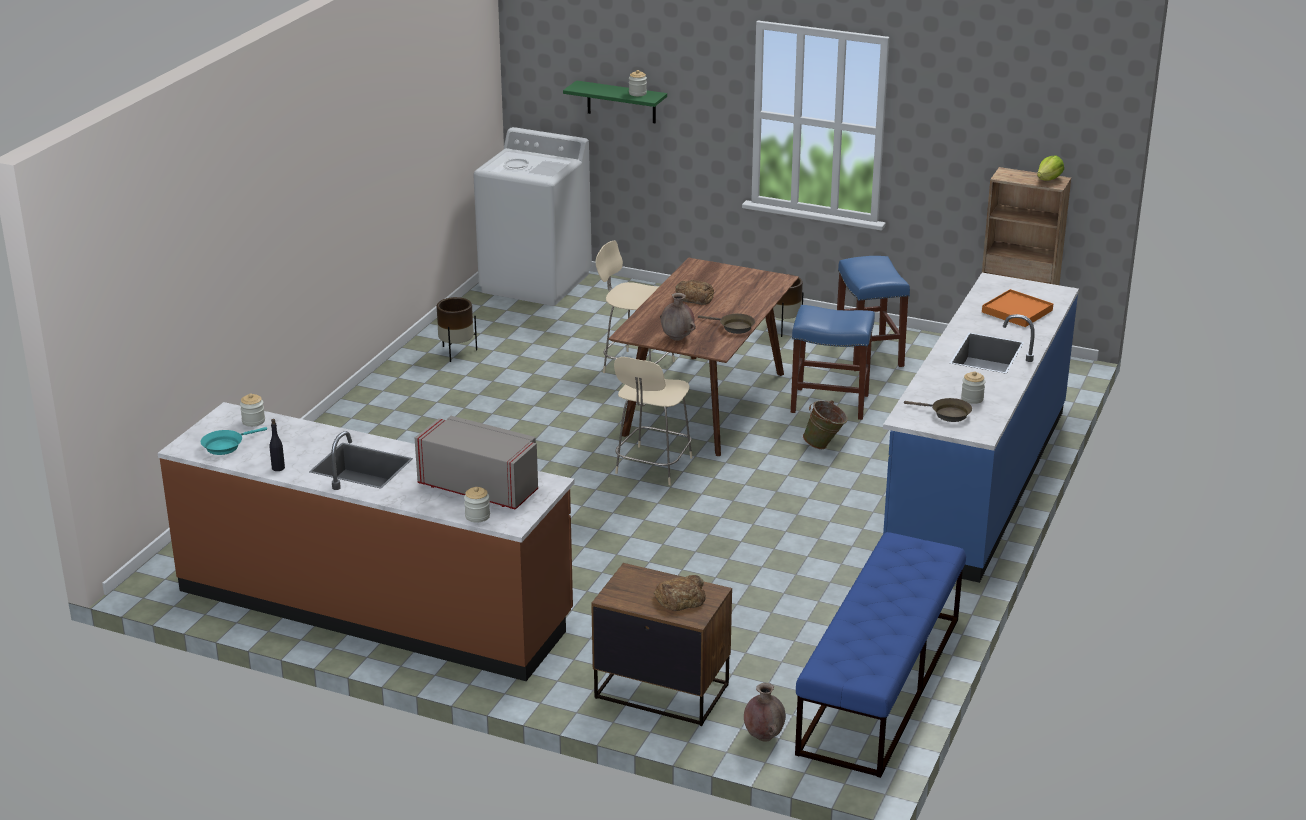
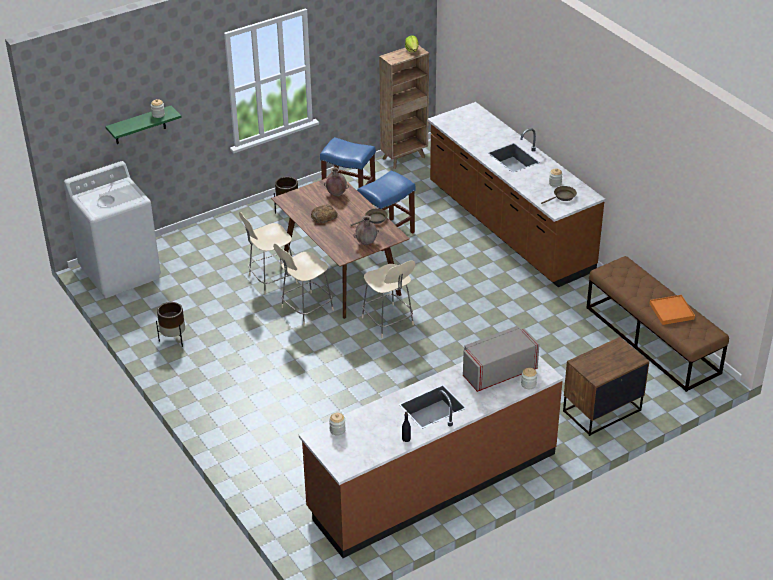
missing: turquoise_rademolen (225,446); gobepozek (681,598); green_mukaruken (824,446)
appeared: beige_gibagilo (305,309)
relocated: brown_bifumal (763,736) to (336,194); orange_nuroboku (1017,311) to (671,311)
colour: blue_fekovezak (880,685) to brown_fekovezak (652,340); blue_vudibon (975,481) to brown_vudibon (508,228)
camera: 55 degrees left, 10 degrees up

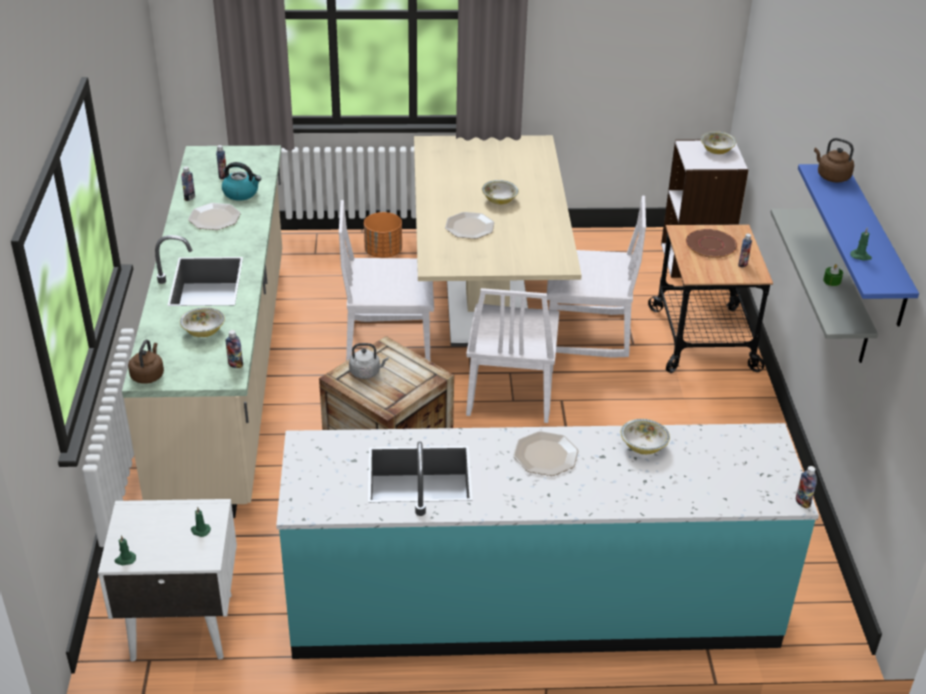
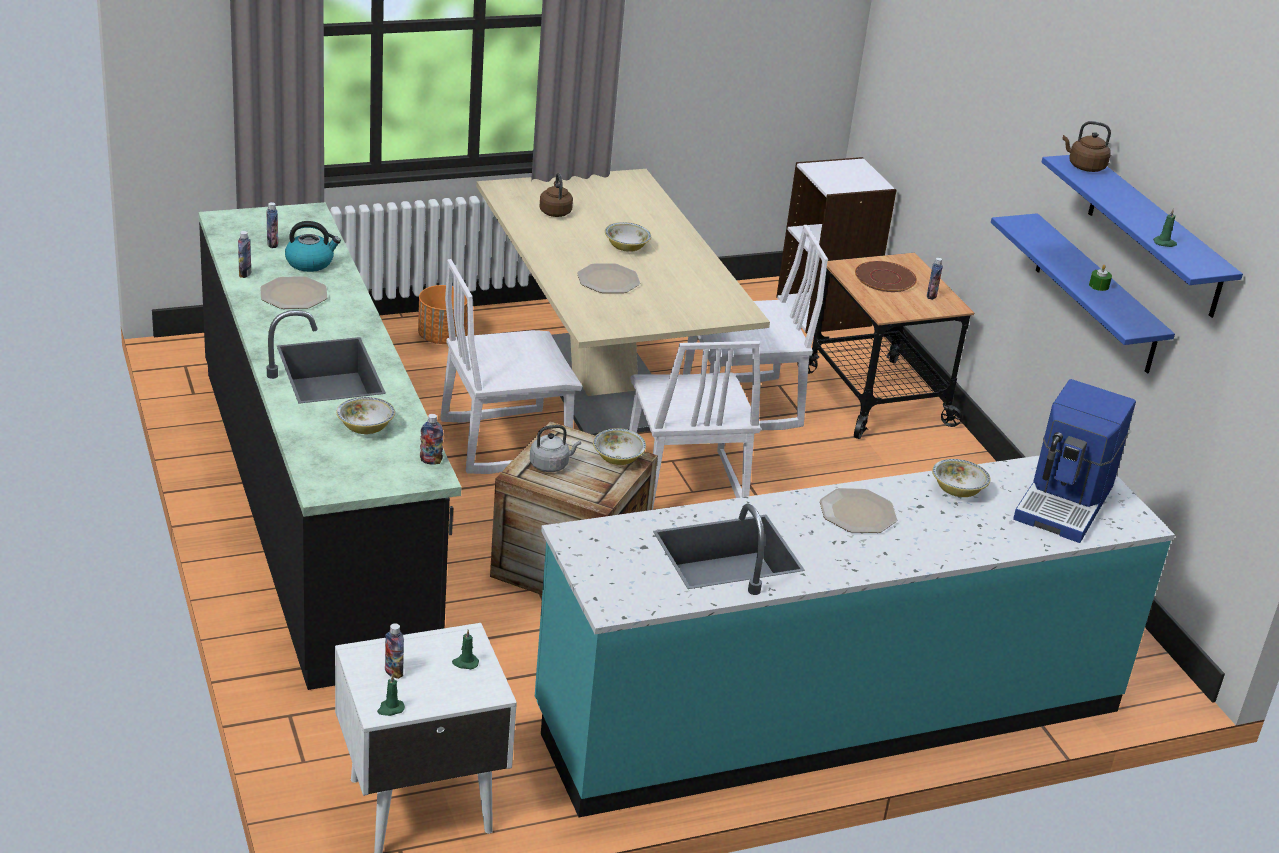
appeared: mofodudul (1066,502)
relocated: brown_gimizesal (148,375) to (555,211); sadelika (716,150) to (618,458); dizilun (802,502) to (393,672)
colour: beige_vudibon (227,375) to black_vudibon (317,505); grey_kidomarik (840,286) to blue_kidomarik (1096,295)
camera: 20 degrees left, 5 degrees down

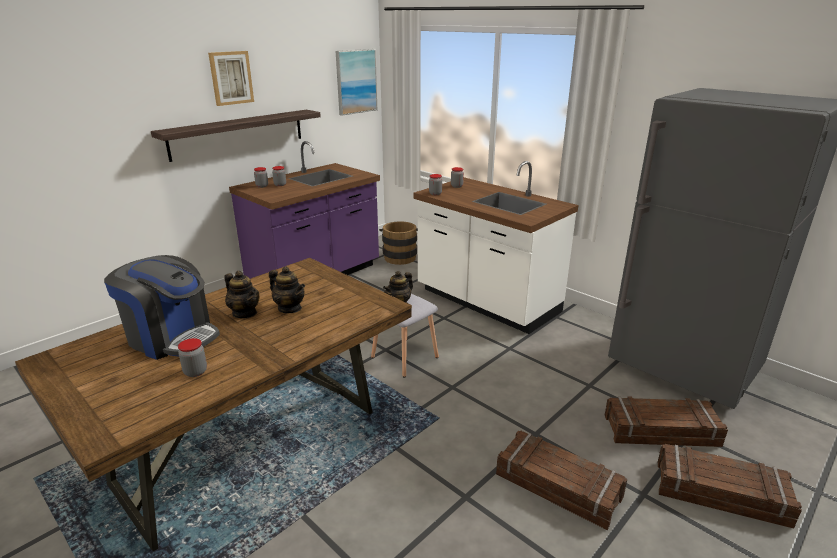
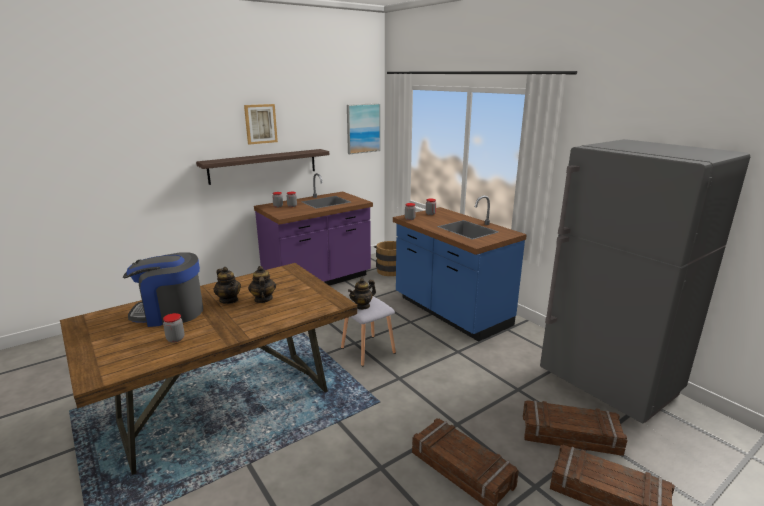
colour: white_vudibon (486,302) to blue_vudibon (450,312)
spun: mofodudul (172,337) = (170,313) 135 degrees clockwise; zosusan (290,308) = (263,299) 150 degrees counterclockwise
camera: 10 degrees right, 5 degrees down

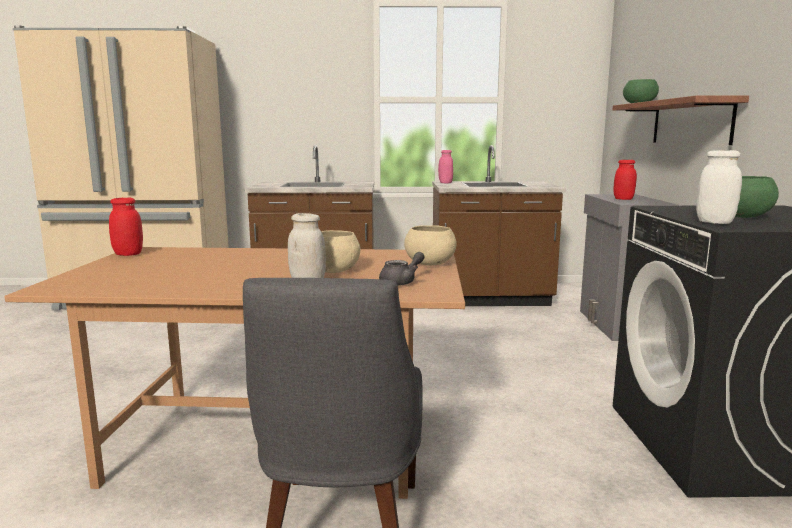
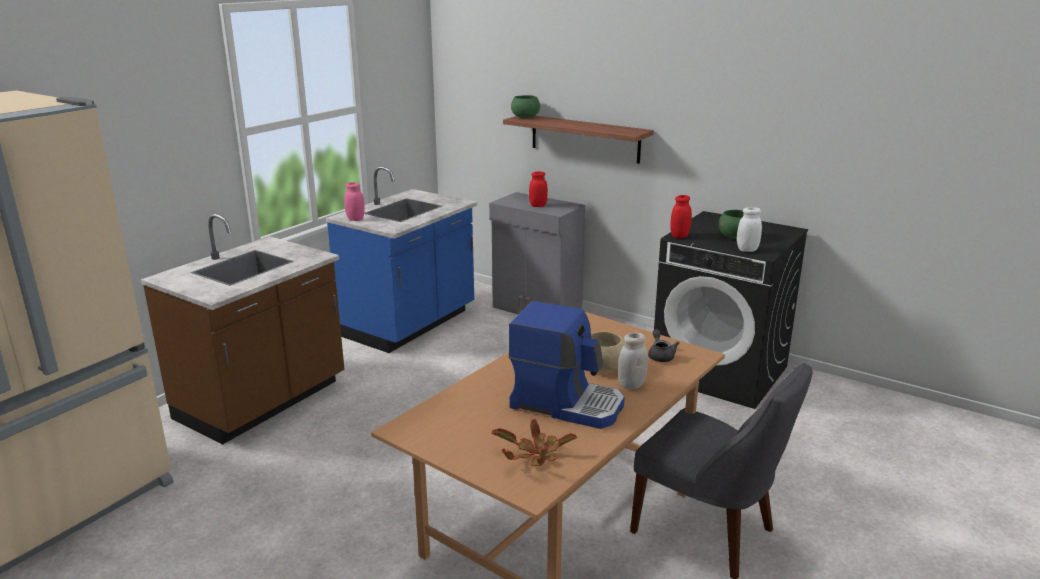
missing: beige_sadelika (429,264)
appeared: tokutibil (535,455); mofodudul (567,403)
relocated: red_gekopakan (128,254) to (679,236)
colour: brown_vudibon (490,299) to blue_vudibon (410,324)
camera: 55 degrees left, 10 degrees up

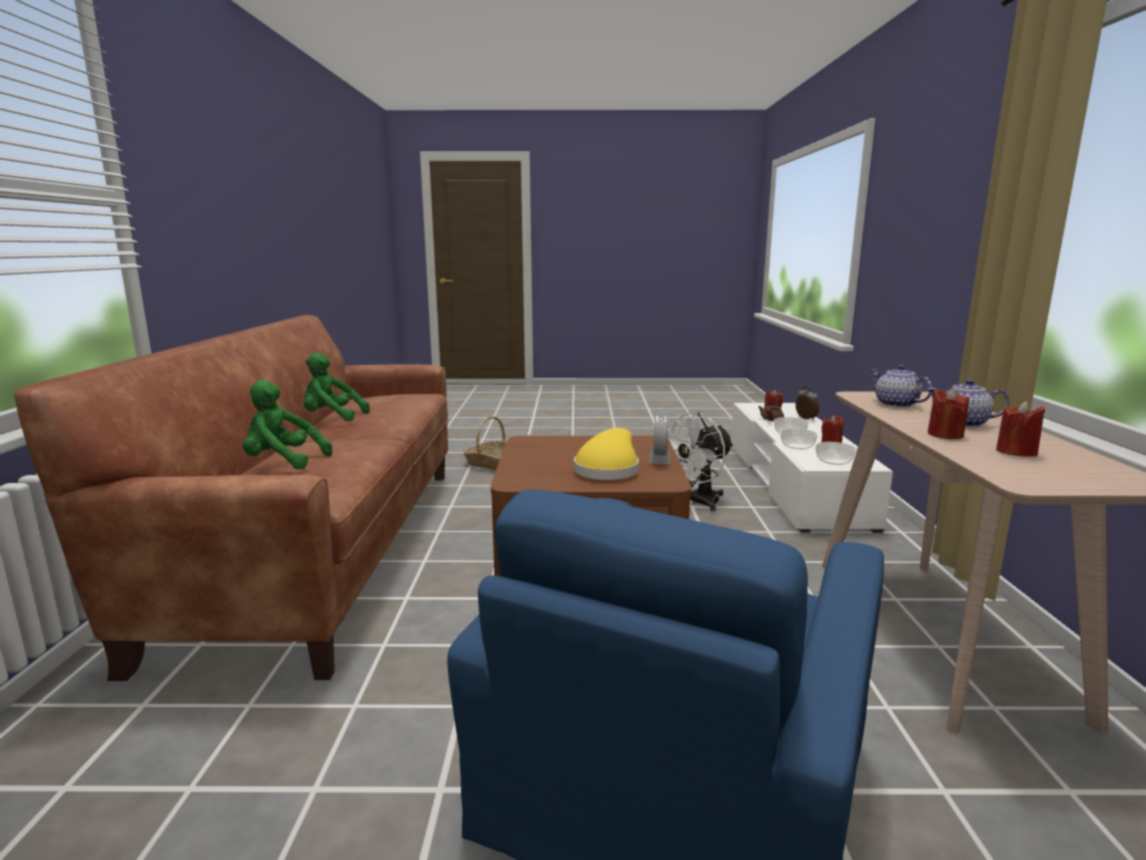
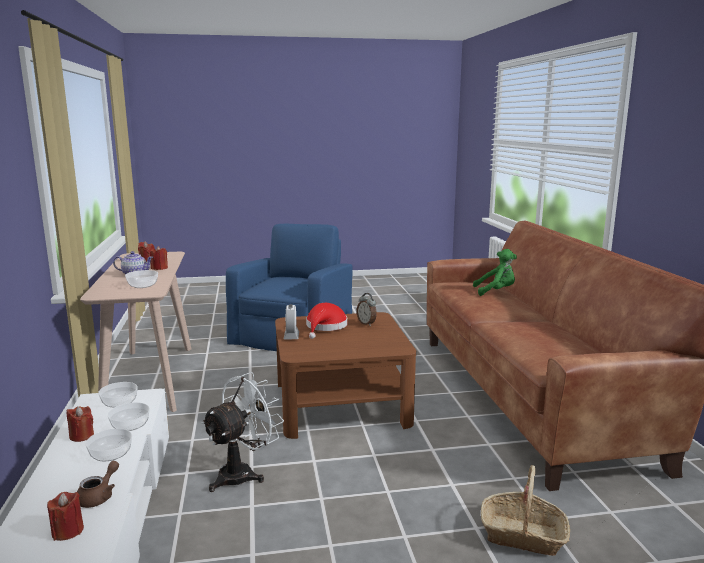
missing: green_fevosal (332,417)
relocated: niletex (805,419) to (367,323)
exchanged: zosusan (896,404) to sadelika (143,285)
colour: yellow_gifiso (608,470) to red_gifiso (325,327)
camera: 170 degrees right, 0 degrees up

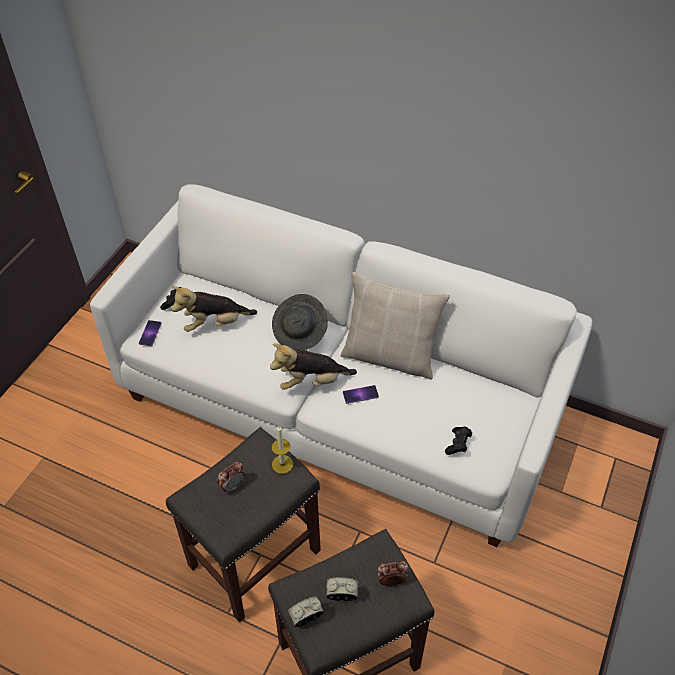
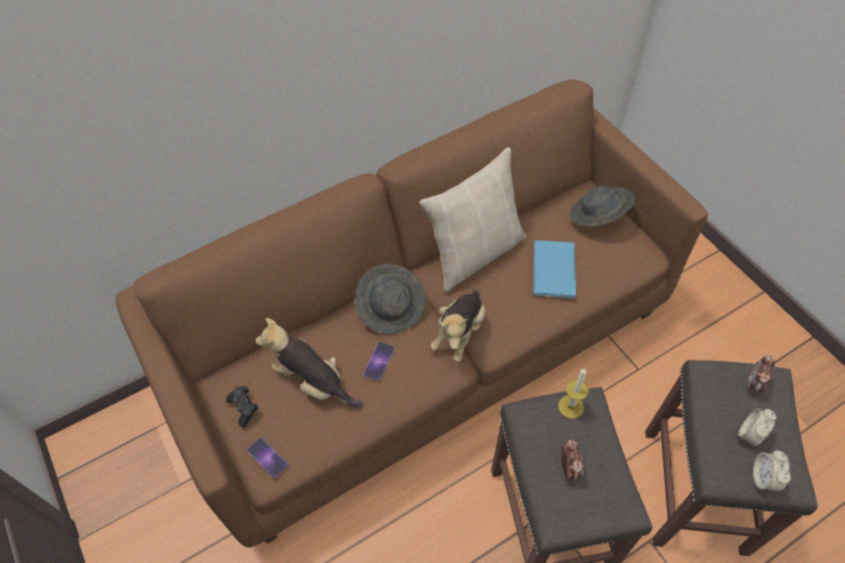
missing: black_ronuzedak (458,444)
appeared: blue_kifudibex (555,268); grey_gifiso (598,217)
relocated: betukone (360,394) to (379,361)
colour: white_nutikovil (338,404) to brown_nutikovil (424,348)
spun: fevosal (215,323) = (313,381) 105 degrees clockwise
camera: 55 degrees left, 5 degrees up

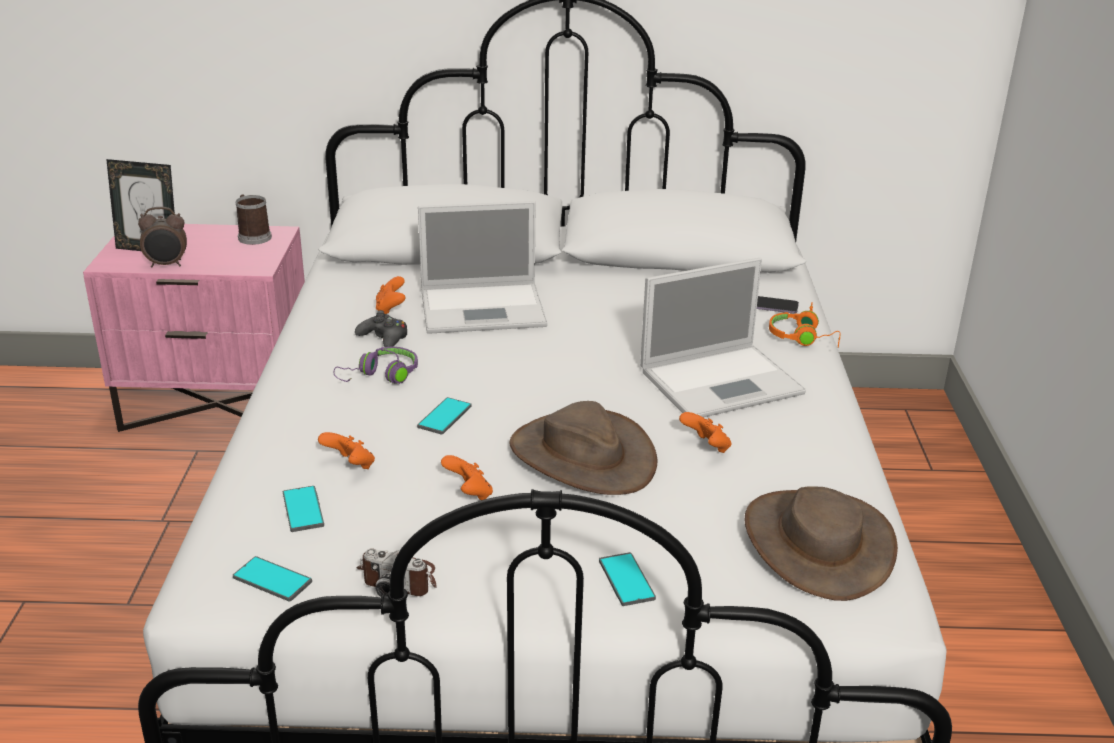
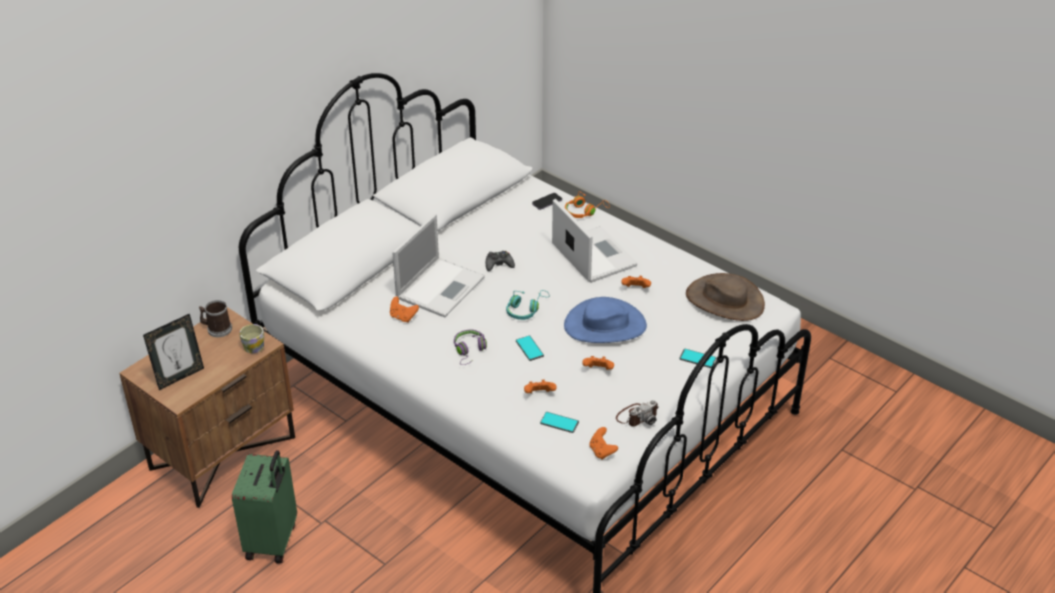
missing: niletex (167,265)
appeared: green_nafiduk (273,541); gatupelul (253,345); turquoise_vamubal (526,309)
relocated: black_ronuzedak (384,337) to (499,264)
exchanged: betukone (272,580) to orange_ronuzedak (602,451)
colour: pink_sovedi (219,404) to brown_sovedi (222,452); brown_gifiso (582,456) to blue_gifiso (605,325)
spun: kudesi (723,381) = (592,255) 45 degrees counterclockwise
camera: 50 degrees left, 10 degrees up

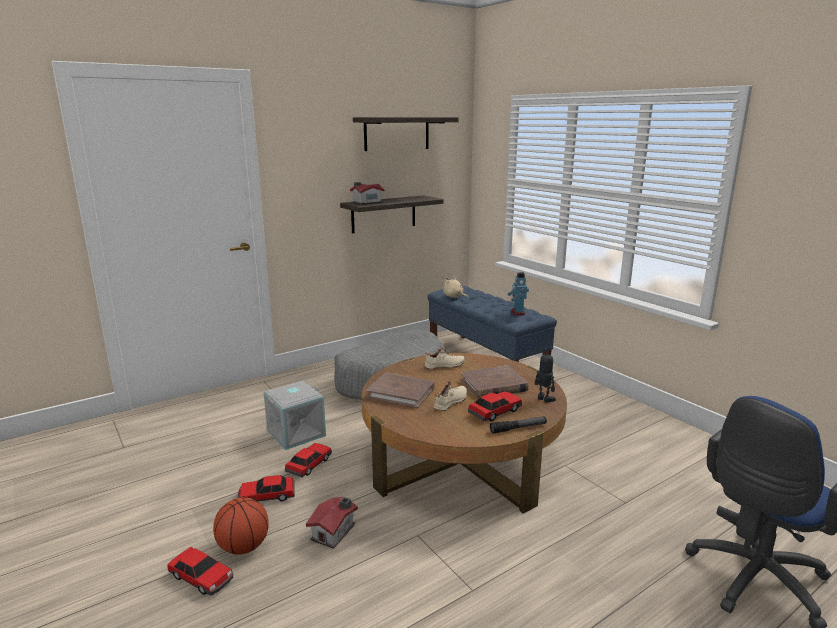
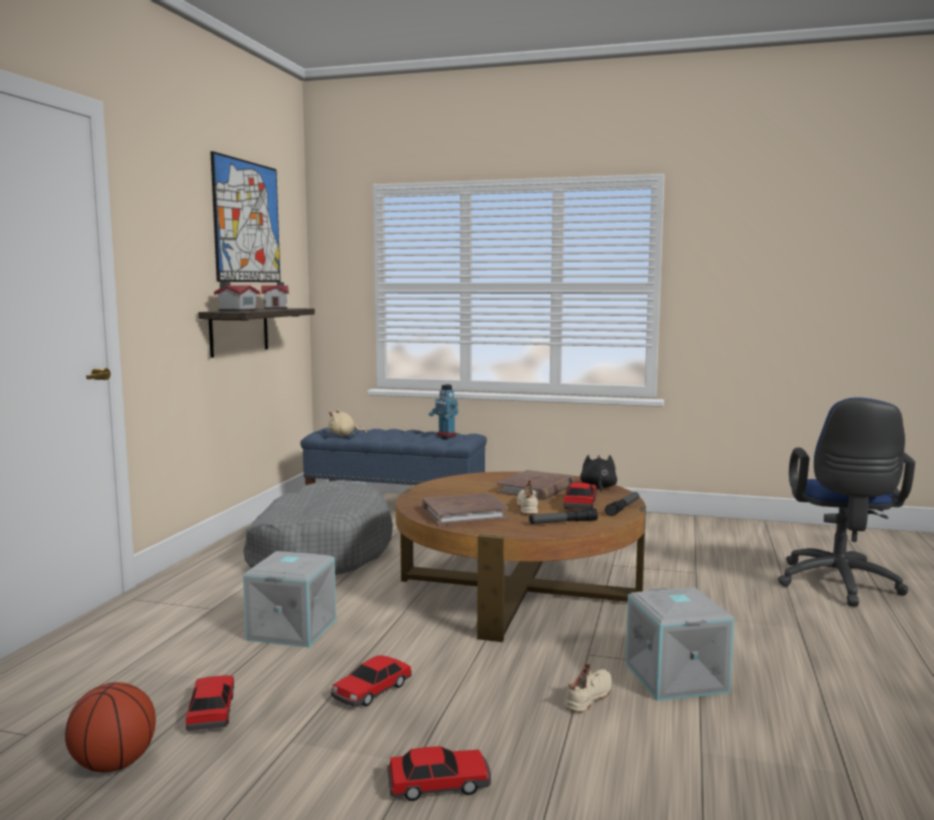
appeared: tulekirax (563,522); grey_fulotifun (678,678)
relocated: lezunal (243,547) to (114,765); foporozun (309,464) to (211,711); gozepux (335,532) to (276,308); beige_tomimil (445,366) to (590,698)
exchanged: kidomarik (397,133) to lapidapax (247,222); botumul (544,399) to black_fevosal (598,488)
camera: 40 degrees left, 10 degrees down

